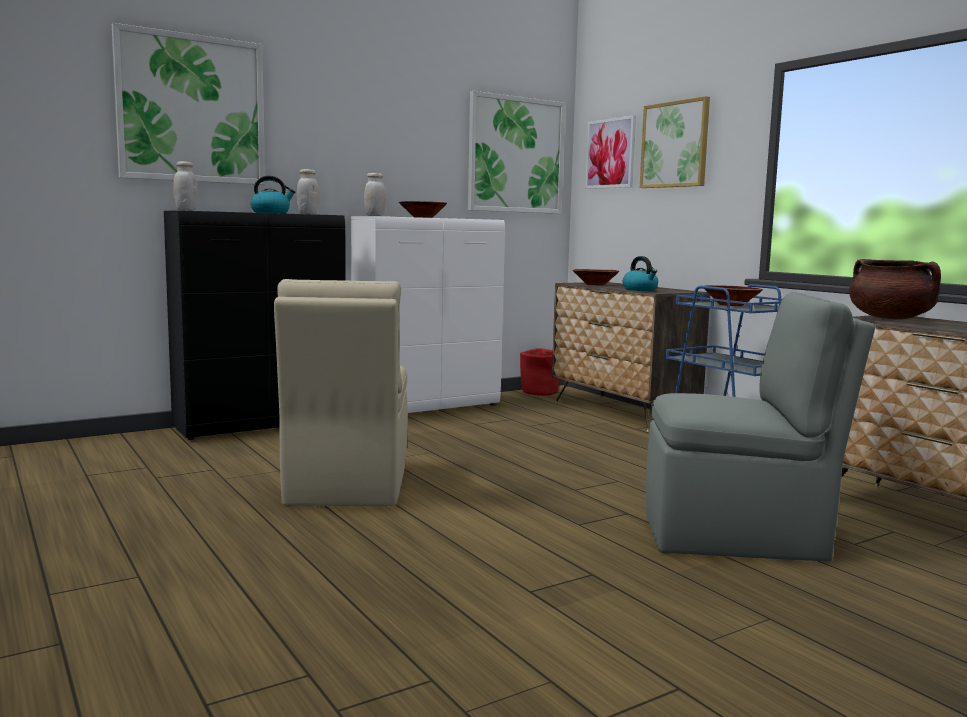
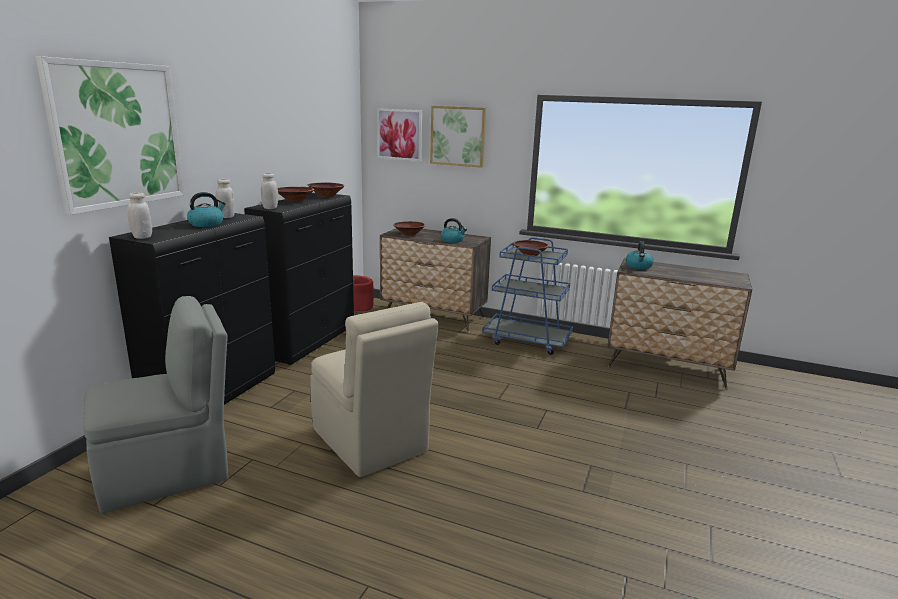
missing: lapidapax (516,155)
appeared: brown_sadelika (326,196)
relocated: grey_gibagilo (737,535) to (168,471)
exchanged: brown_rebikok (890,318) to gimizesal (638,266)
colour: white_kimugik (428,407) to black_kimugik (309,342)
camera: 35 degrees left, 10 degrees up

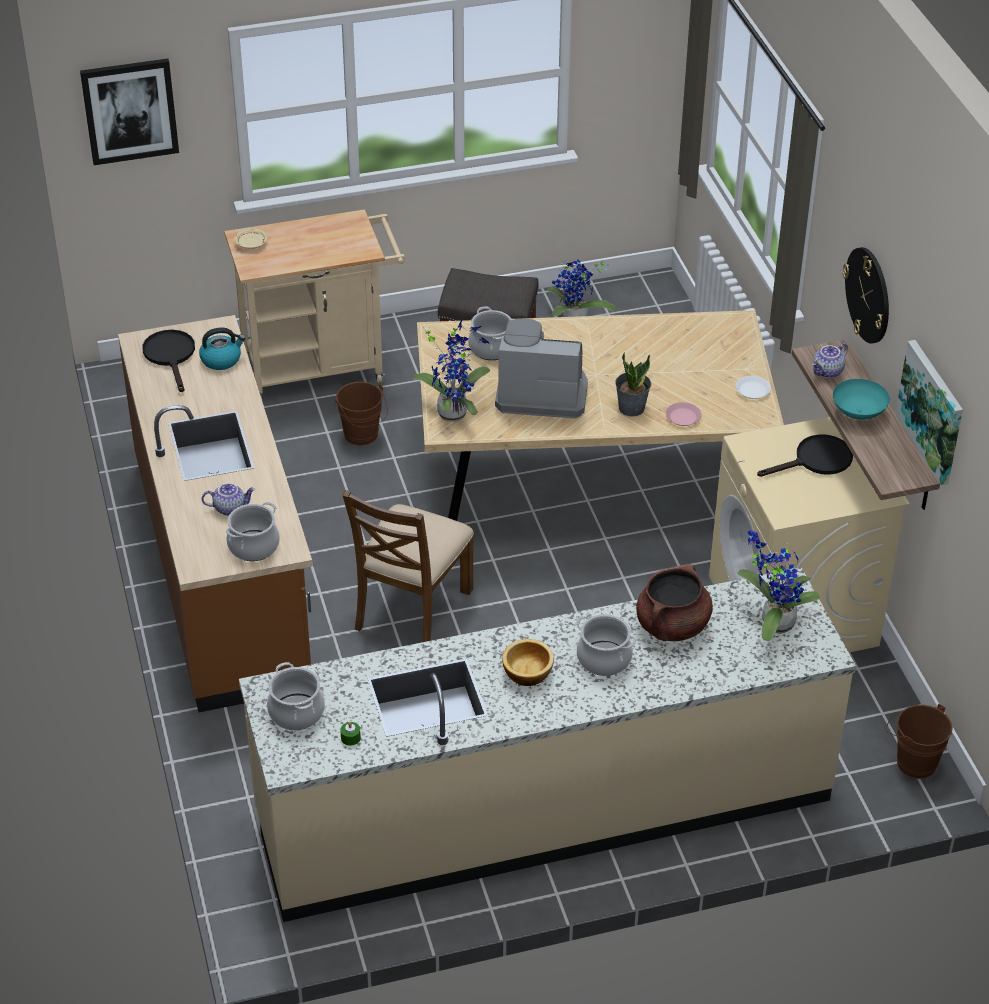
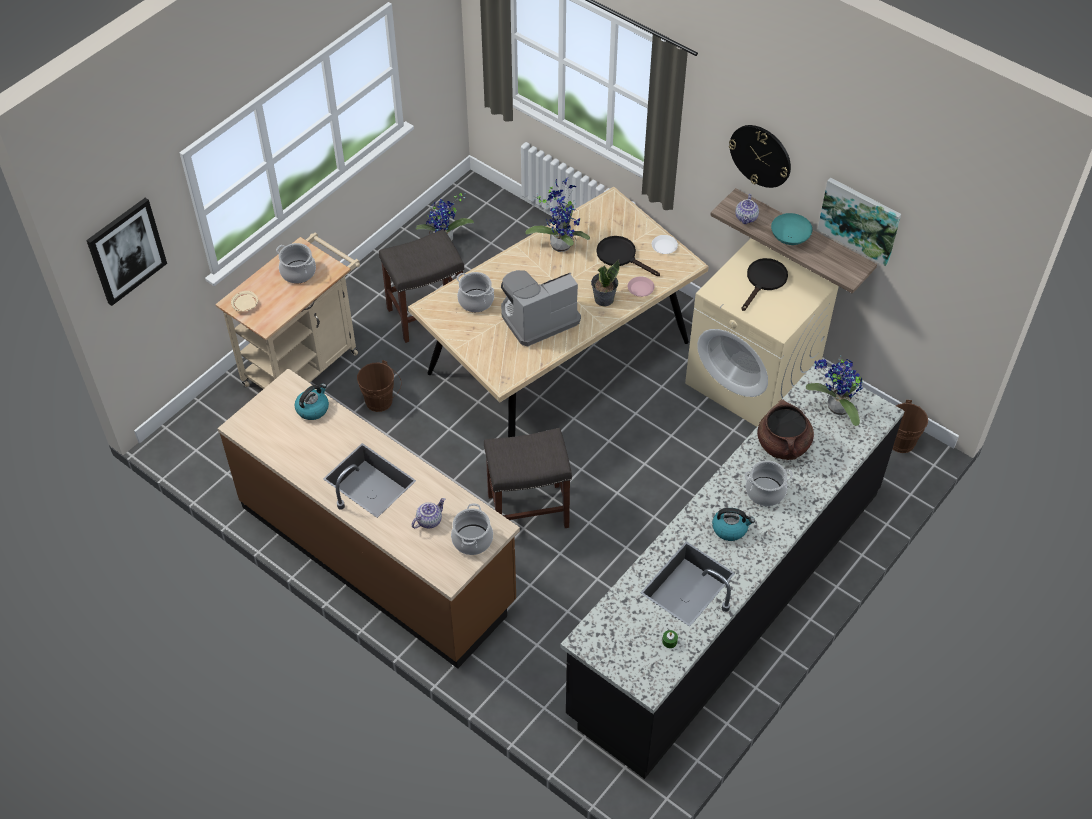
relocated: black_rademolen (171,356) to (621,256); rebikok (296,712) to (298,272); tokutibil (454,411) to (560,243)
exchanged: brown_gibagilo (411,609) to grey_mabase (527,511); sadelika (527,672) to gimizesal (730,528)
colour: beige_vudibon (544,808) to black_vudibon (727,600)
camera: 35 degrees left, 10 degrees up

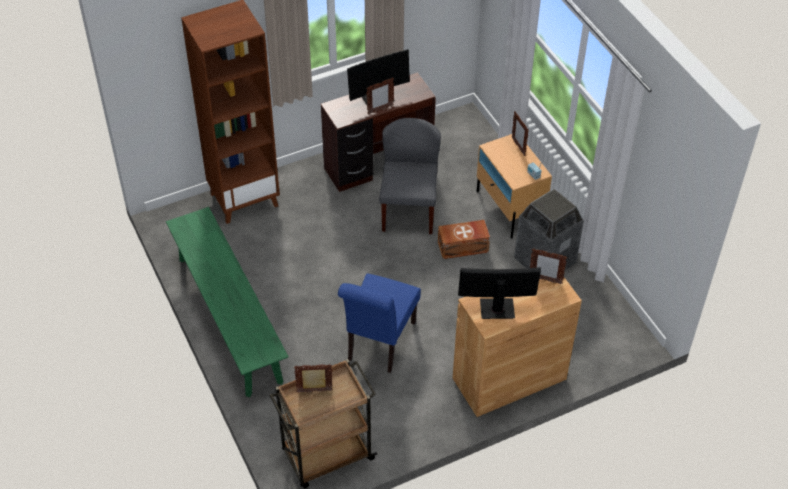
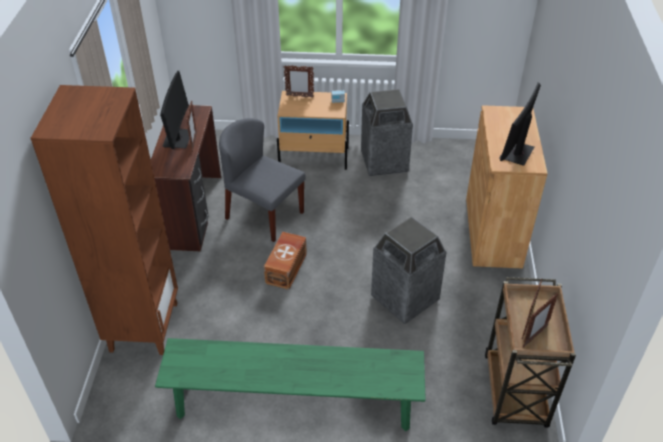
relocated: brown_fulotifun (463,247) to (287,268); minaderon (545,280) to (534,337)
exchanged: blue_gibagilo (379,344) to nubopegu (404,299)
camera: 60 degrees left, 5 degrees down

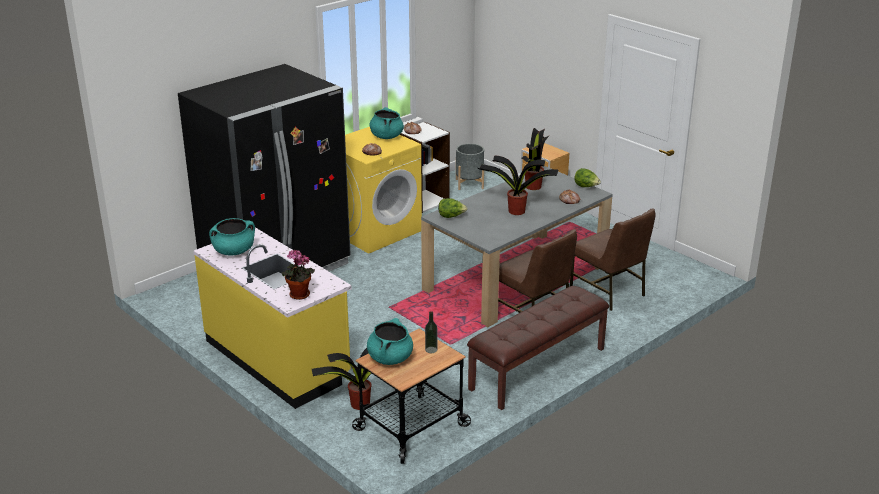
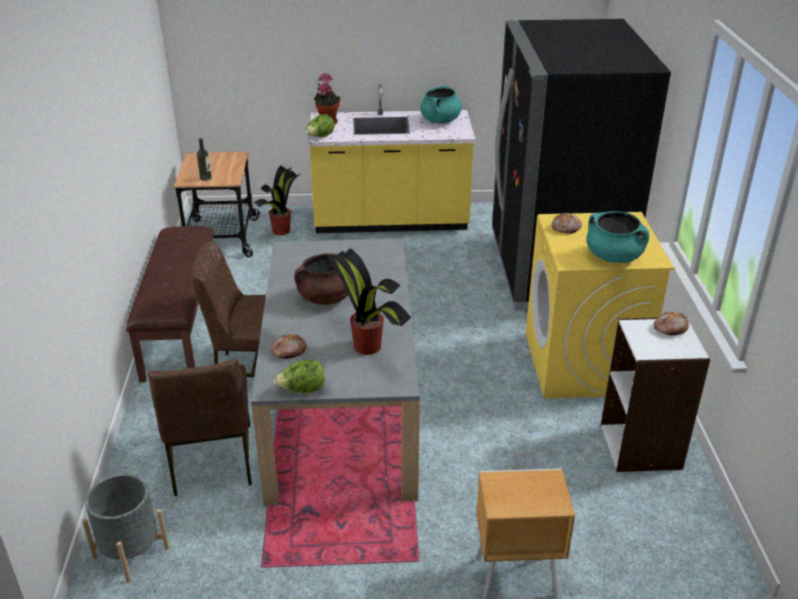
missing: turquoise_rebikok (390,358)
relocated: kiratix (451,216) to (320,137); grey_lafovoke (469,184) to (131,552)
exchanged: tokutibil (515,211) to brown_rebikok (325,298)
spun: brown_gibagilo (608,292) = (211,460) 105 degrees counterclockwise
camera: 130 degrees right, 5 degrees up

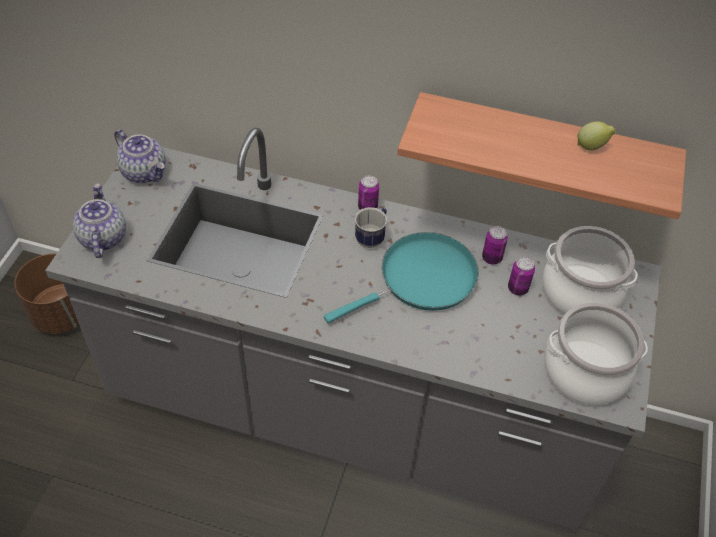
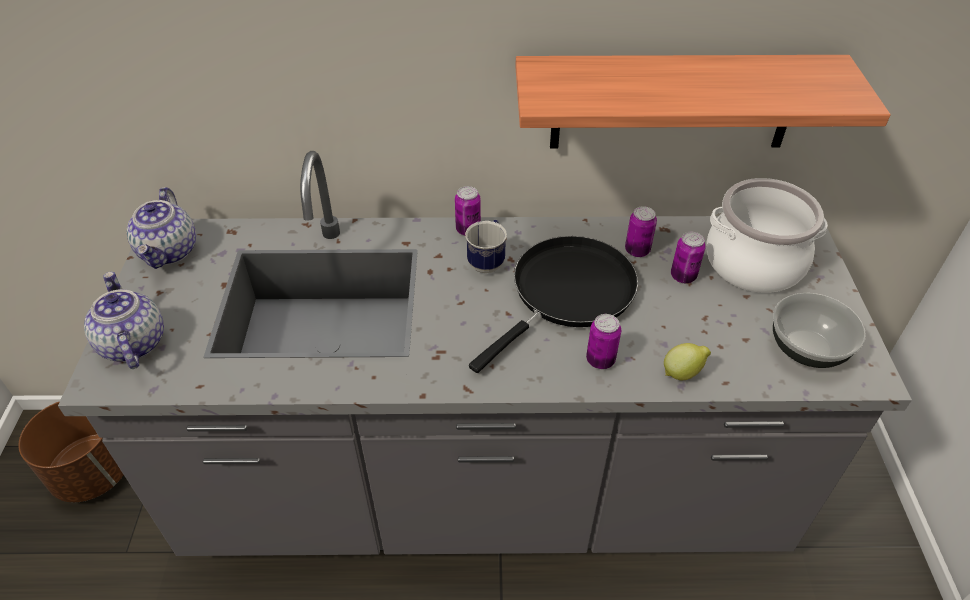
appeared: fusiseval (600,360)
relocated: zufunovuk (592,147) to (683,373)
exchanged: rebikok (585,371) to sadelika (807,348)
colour: turquoise_rademolen (421,279) to black_rademolen (568,293)
spun: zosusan (145,172) = (170,252) 60 degrees clockwise
camera: 15 degrees left, 5 degrees down

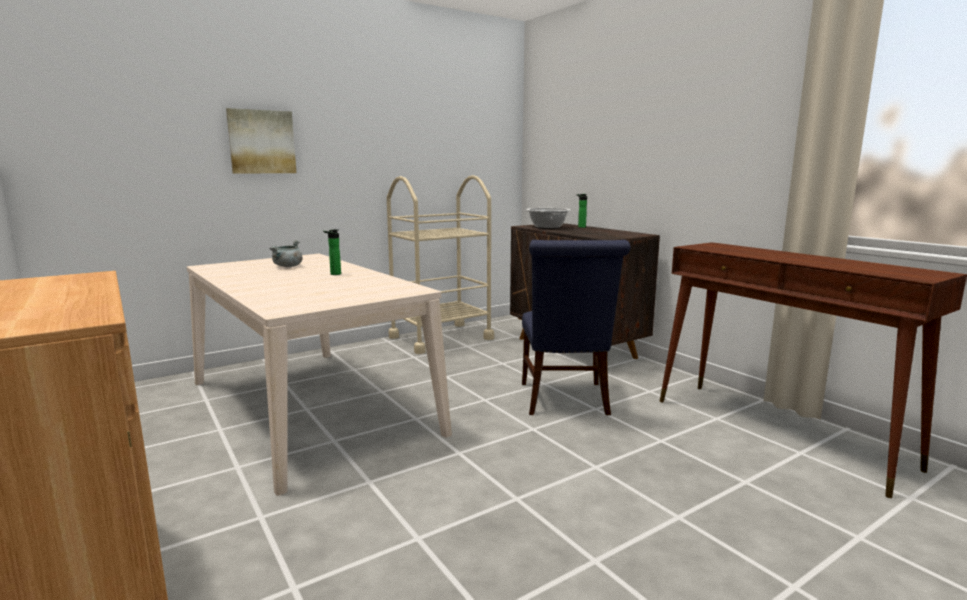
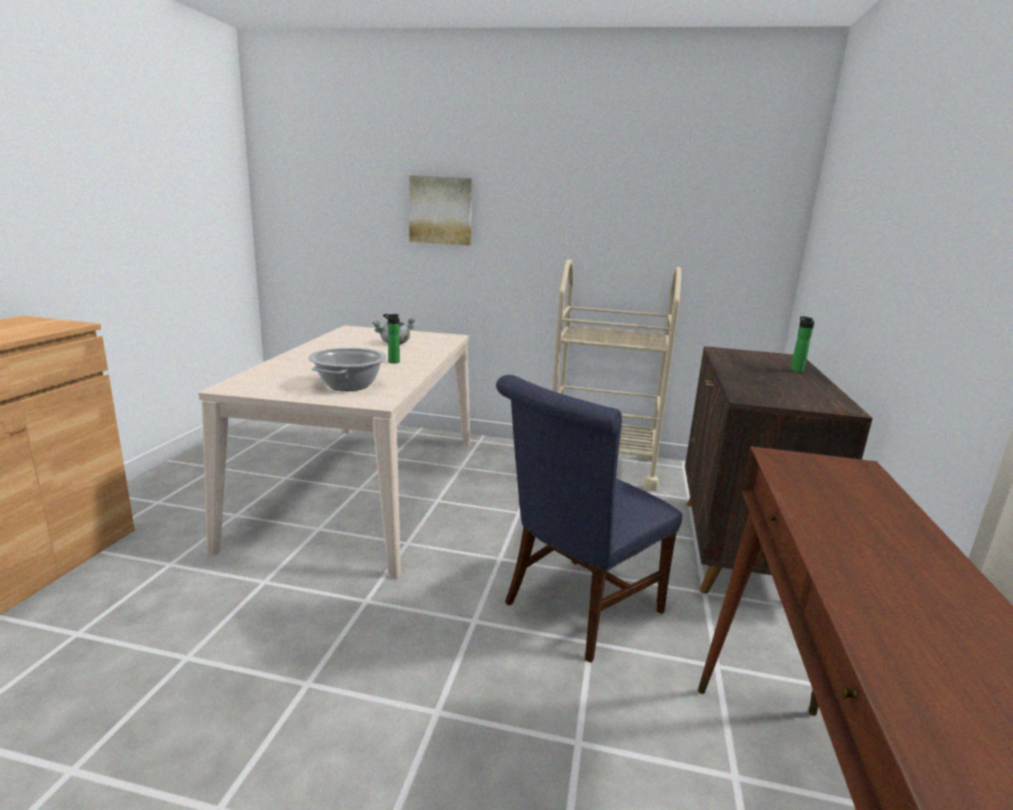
relocated: rebikok (548,227) to (349,385)
camera: 45 degrees right, 5 degrees up

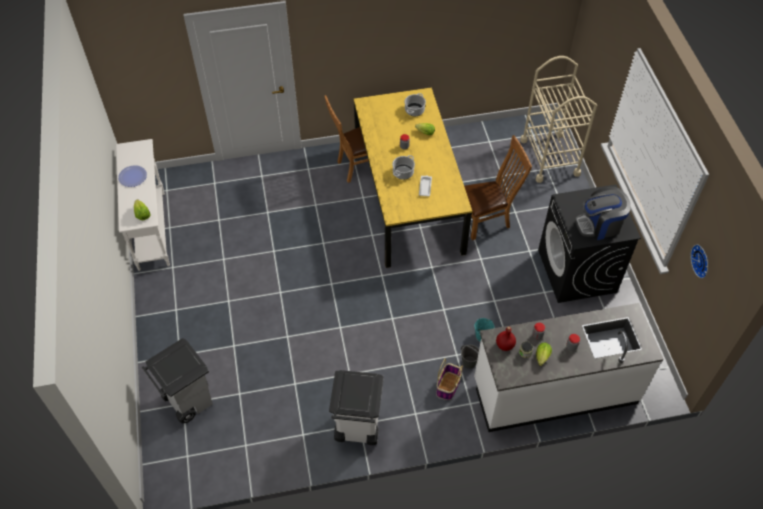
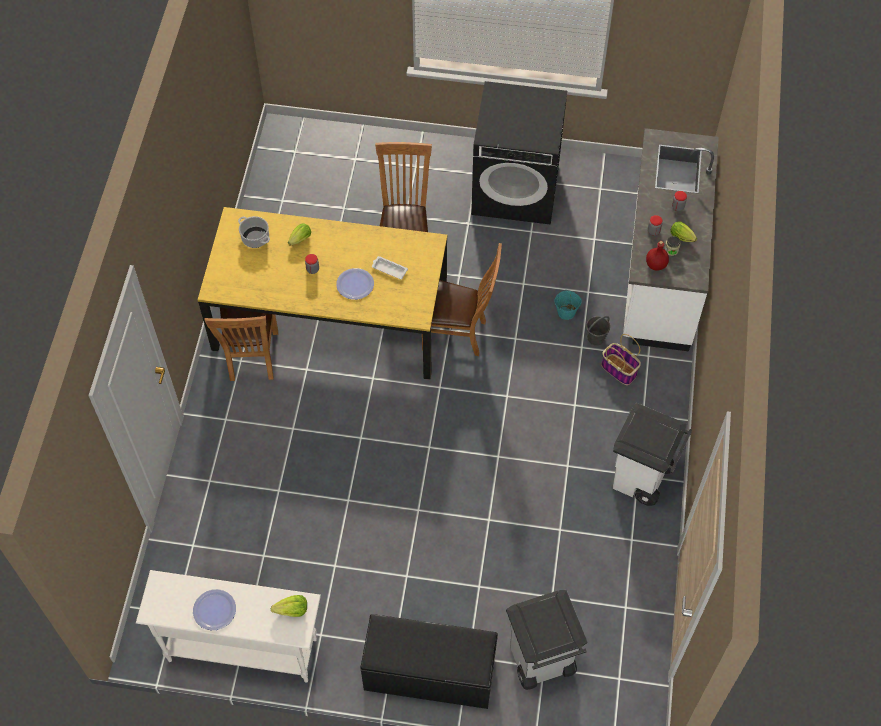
missing: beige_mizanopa (549,157); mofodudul (599,225); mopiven (702,260)
appeared: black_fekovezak (429,674); brown_gibagilo (458,334)
exchanged: rebikok (403,172) to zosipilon (355,284)
camera: 70 degrees left, 5 degrees up

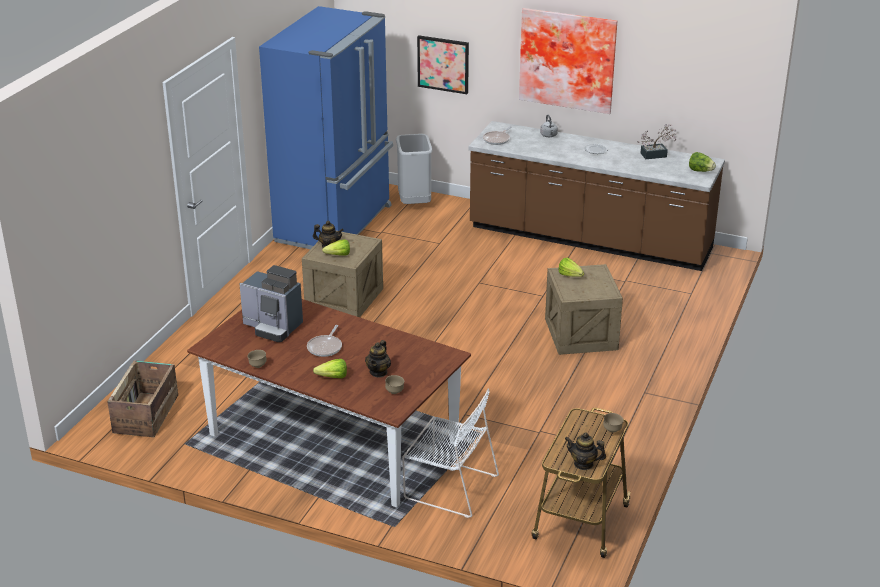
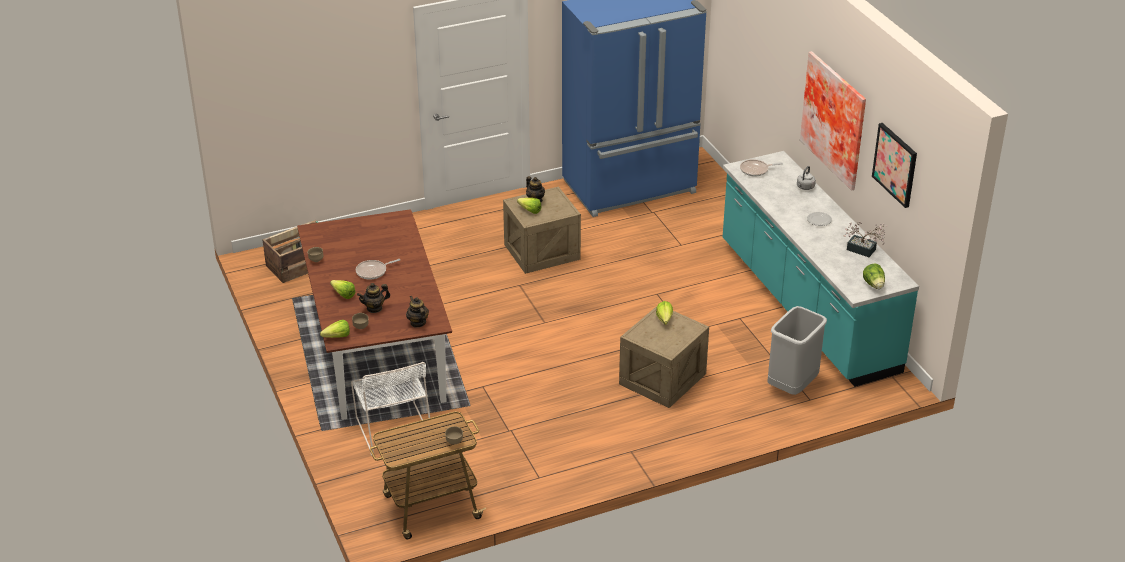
missing: mofodudul (273,327)
appeared: kiratix (335,337)
relocated: grey_nubopegu (414,203) to (791,385); lapidapax (443,64) to (895,164); zosusan (583,464) to (418,323)
colour: brown_vudibon (589,239) to turquoise_vudibon (806,307)
camera: 45 degrees right, 5 degrees up

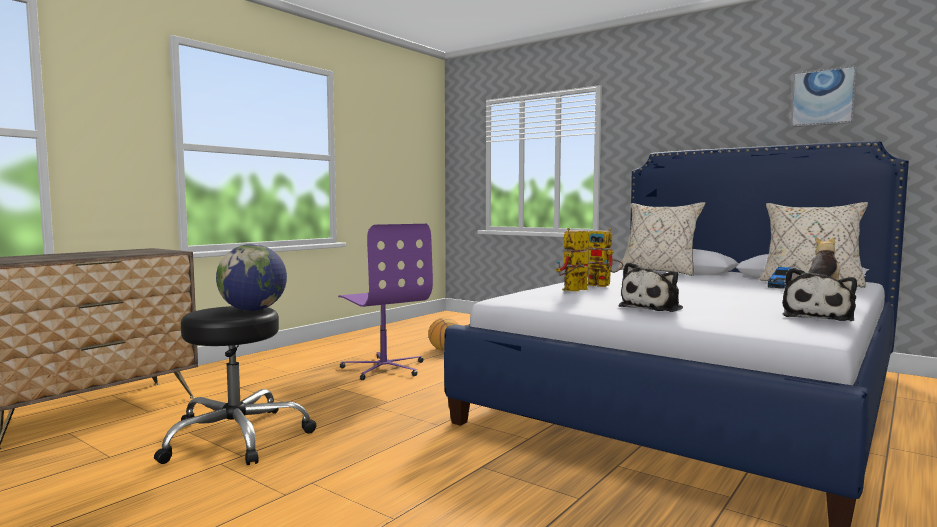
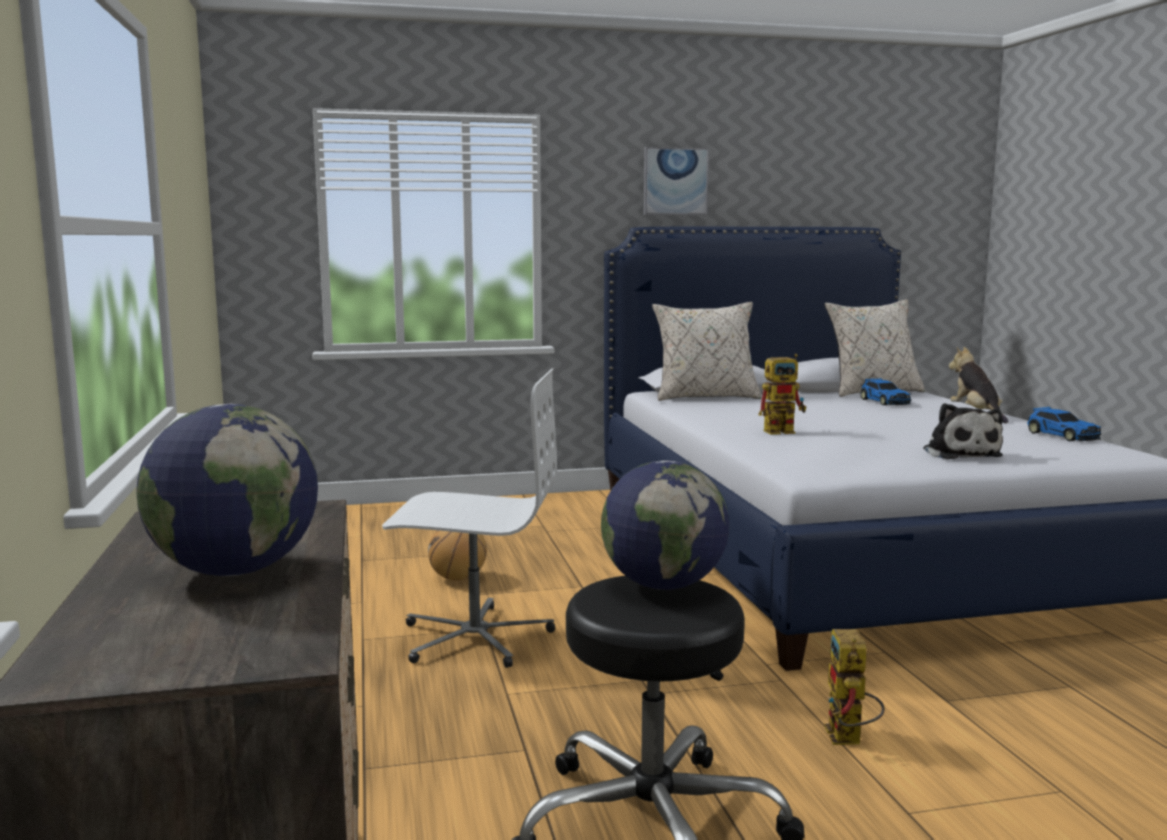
appeared: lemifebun (235,571)
relocated: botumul (573,290) to (849,740); lapidapax (823,97) to (675,181)
exchanged: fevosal (818,317) to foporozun (1061,436)
colour: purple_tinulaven (384,368) to white_tinulaven (474,637)
camera: 50 degrees left, 5 degrees up

